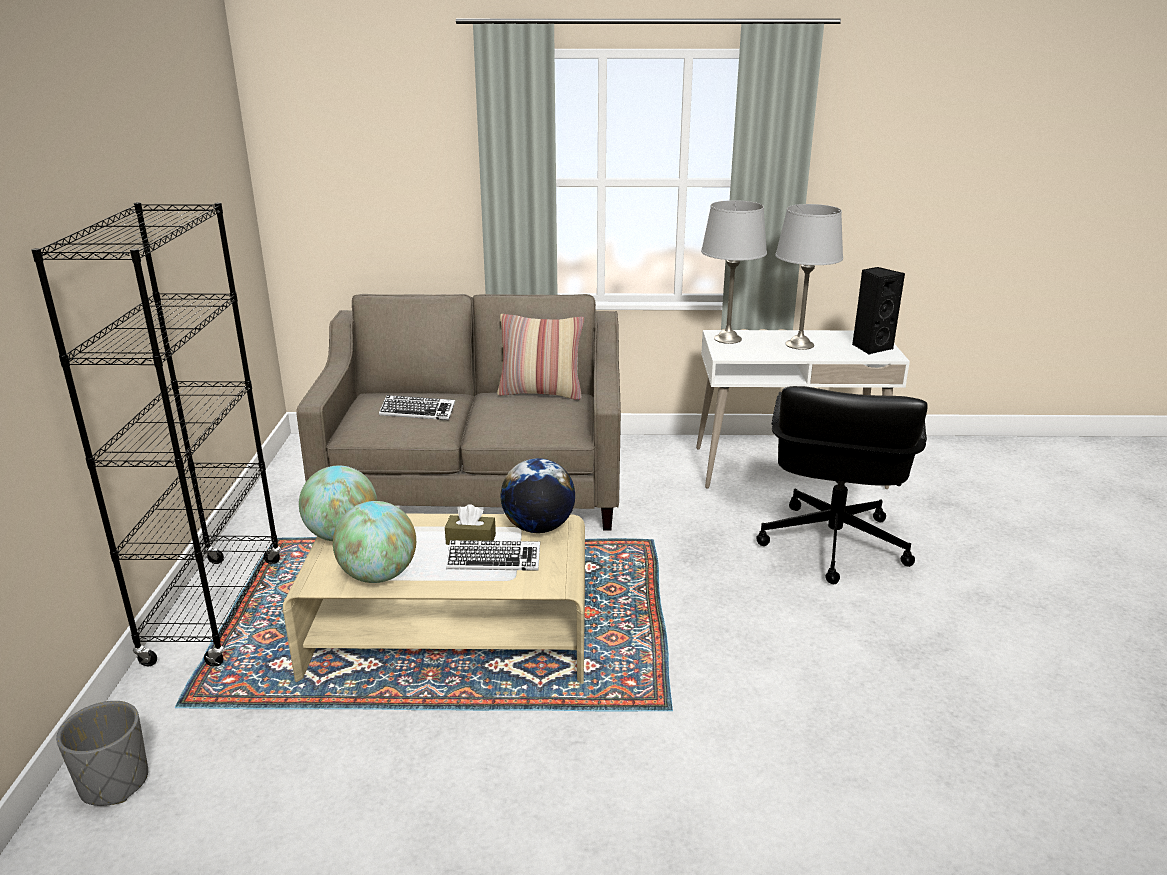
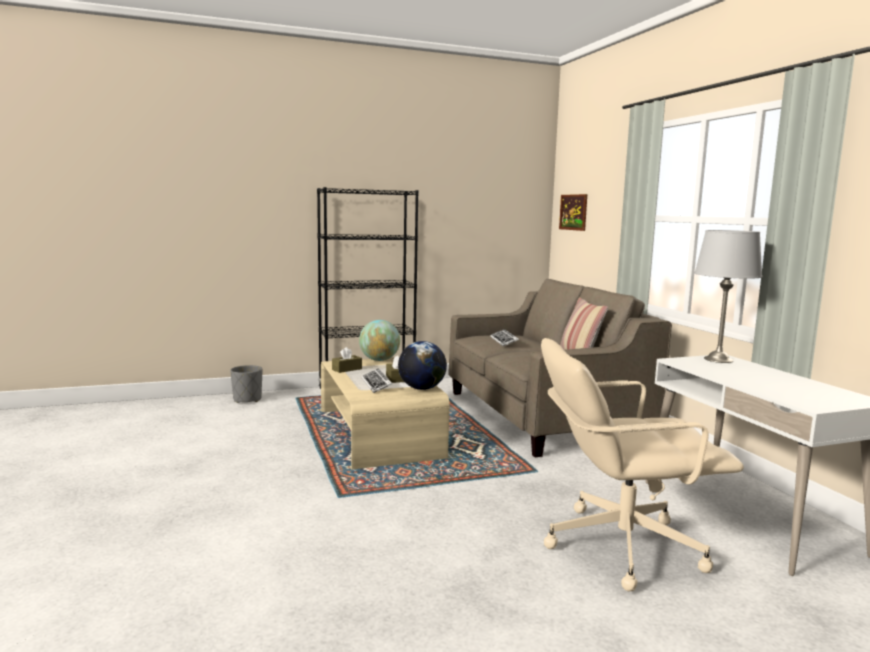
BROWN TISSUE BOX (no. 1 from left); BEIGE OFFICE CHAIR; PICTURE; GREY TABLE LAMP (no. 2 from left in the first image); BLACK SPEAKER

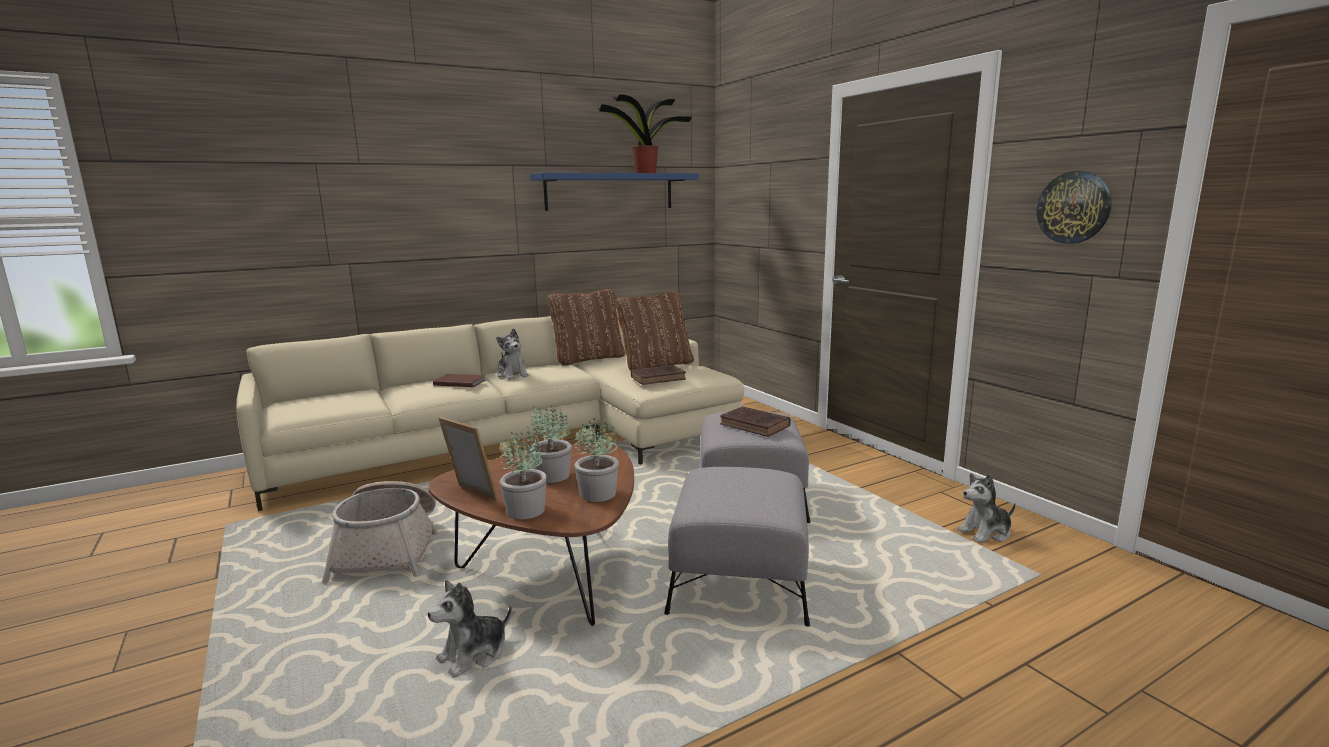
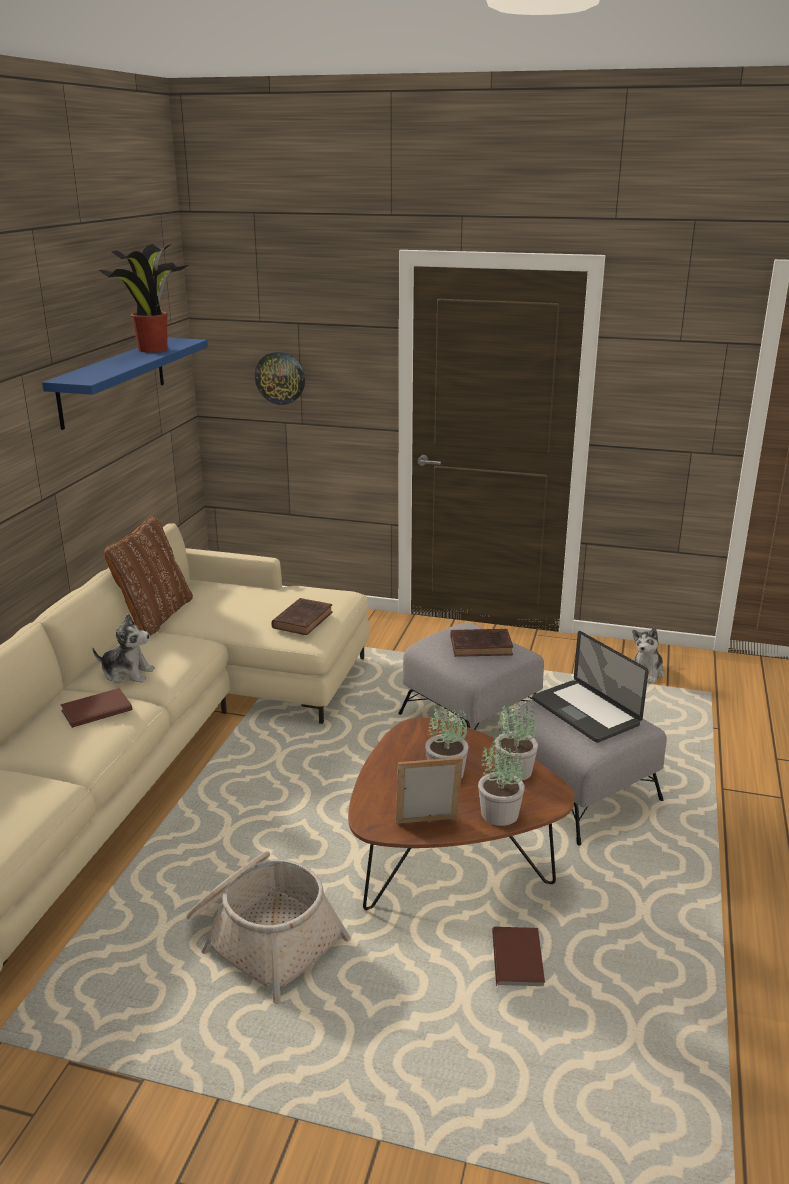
WALL CLOCK; BROWN BOOK (no. 4 from left); LAPTOP; BROWN PILLOW (no. 2 from left in the first image)

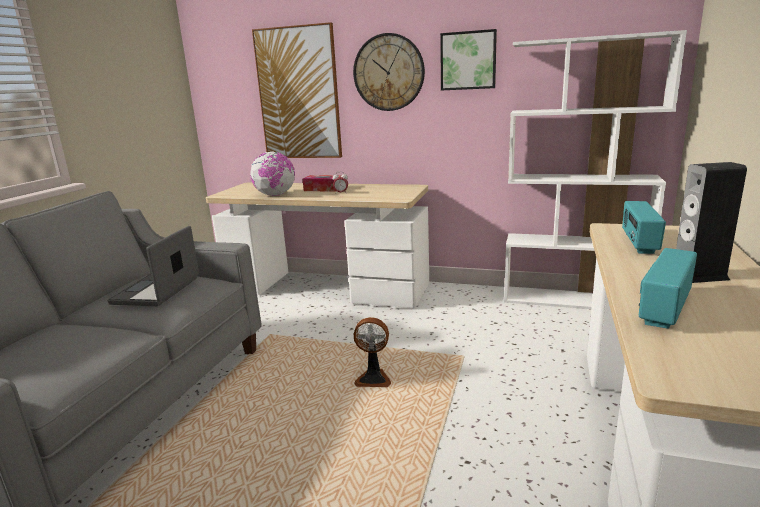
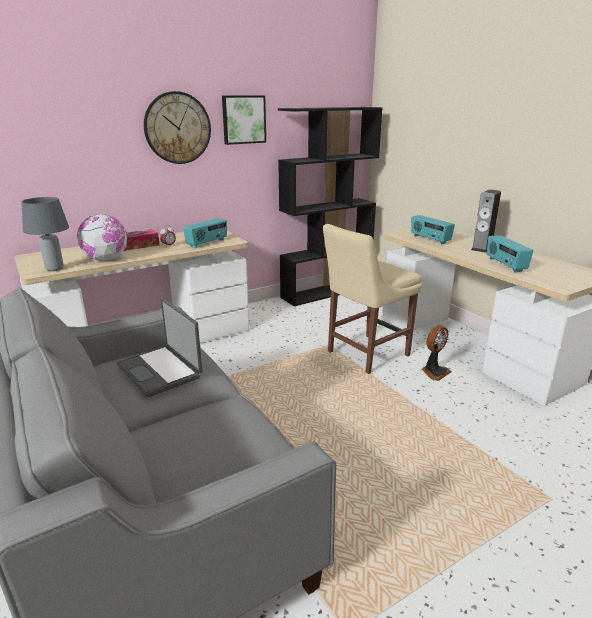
GREY TABLE LAMP; RADIO (no. 1 from left); BLACK BOOKCASE; BEIGE CHAIR; FAN; PICTURE (no. 1 from left in the first image)

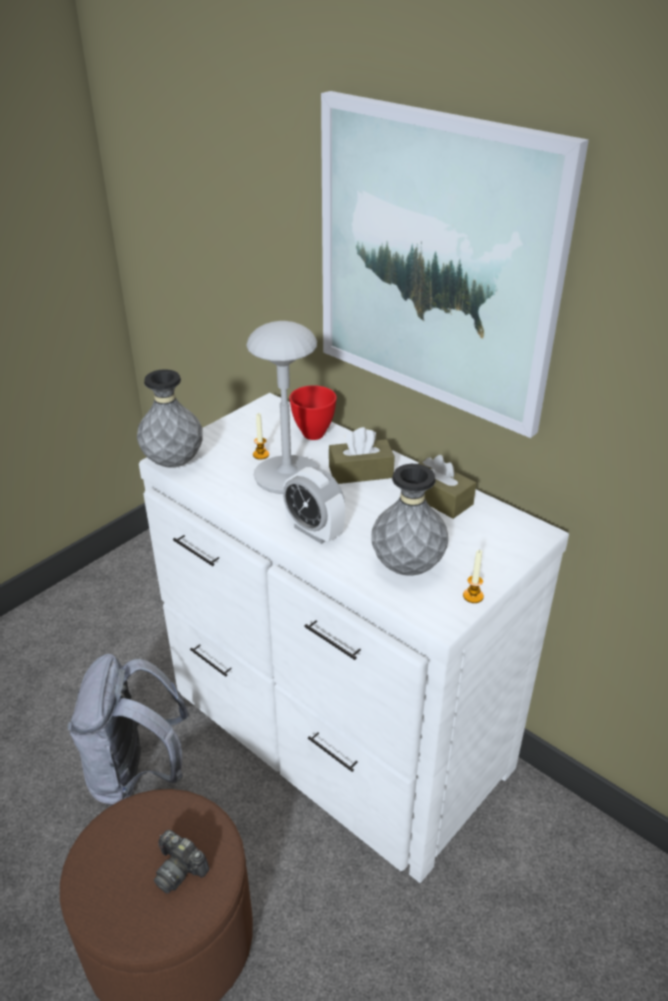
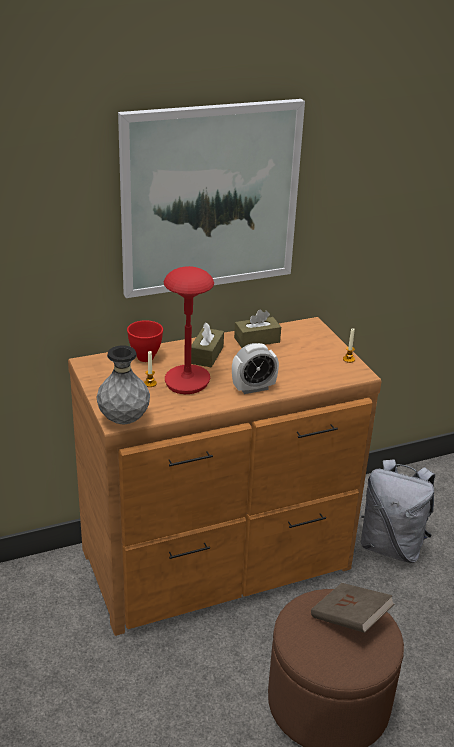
BROWN DRESSER; RED TABLE LAMP; BROWN BOOK; GREY BACKPACK; GREY VASE (no. 2 from left in the first image)

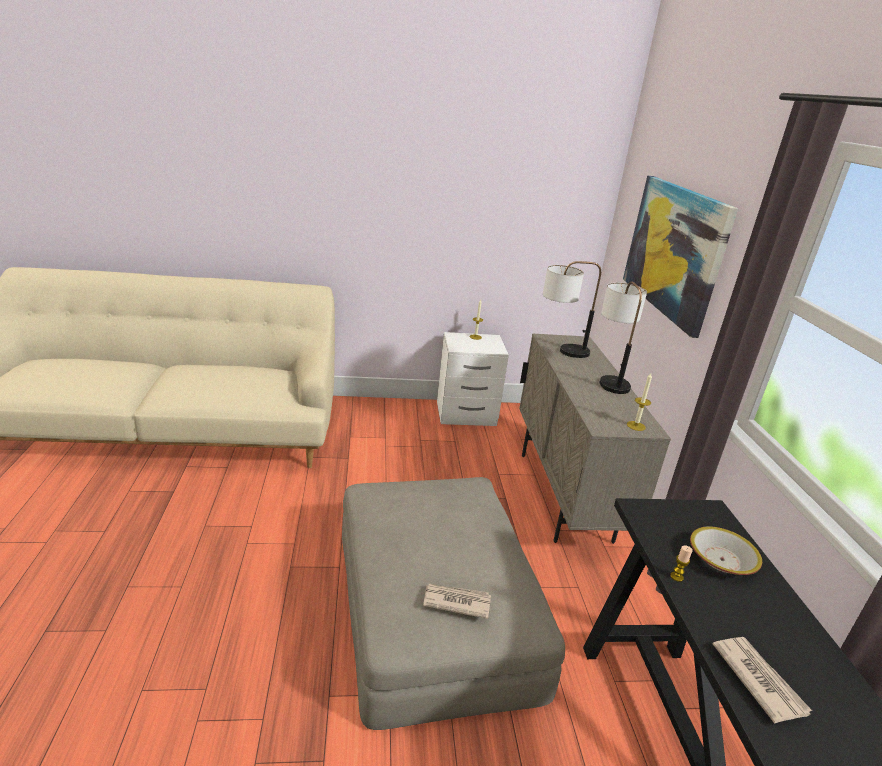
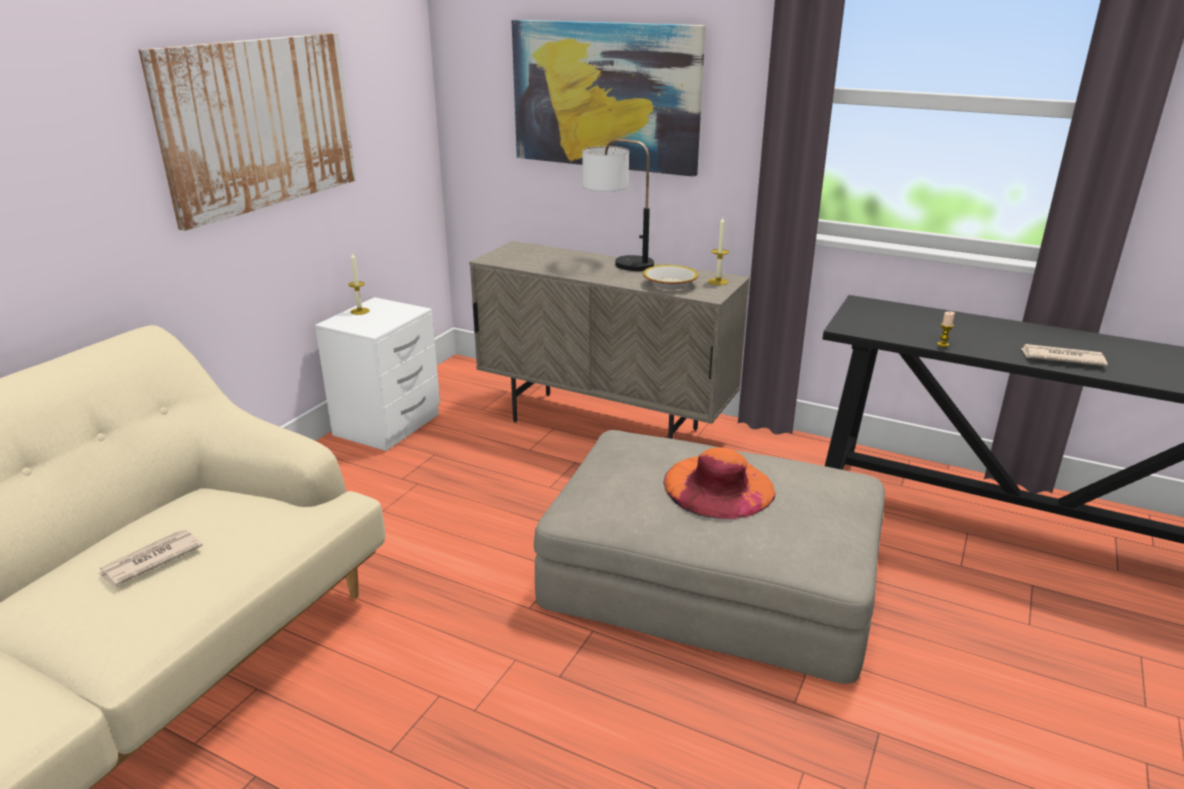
NEWSPAPER (no. 1 from left); PICTURE (no. 1 from left); BOWL; ORANGE HAT; TABLE LAMP (no. 1 from left in the first image)

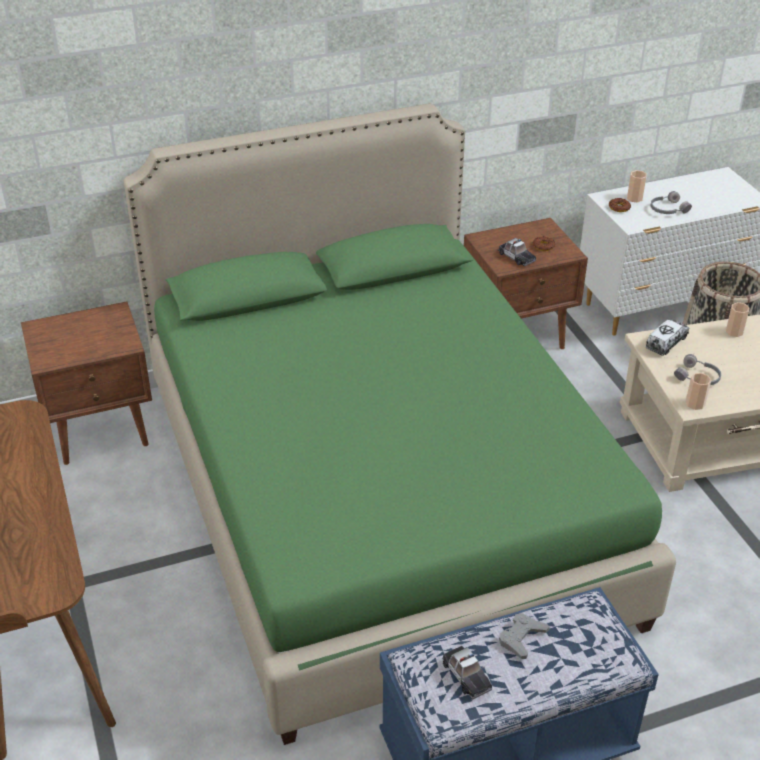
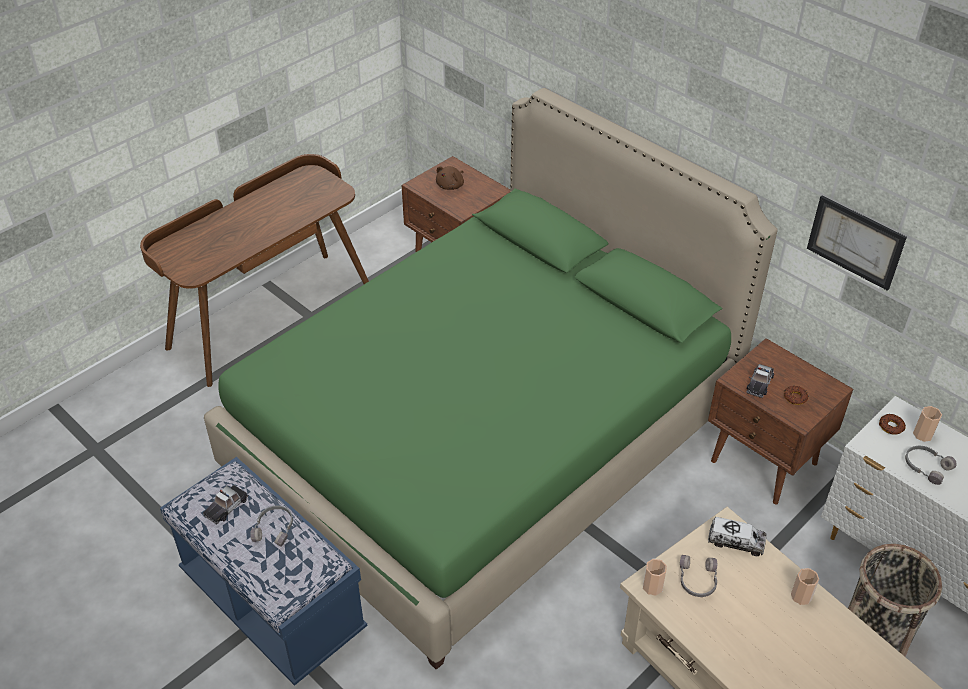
GREY HEADPHONES (no. 1 from left); BROWN PLUSH TOY; PICTURE

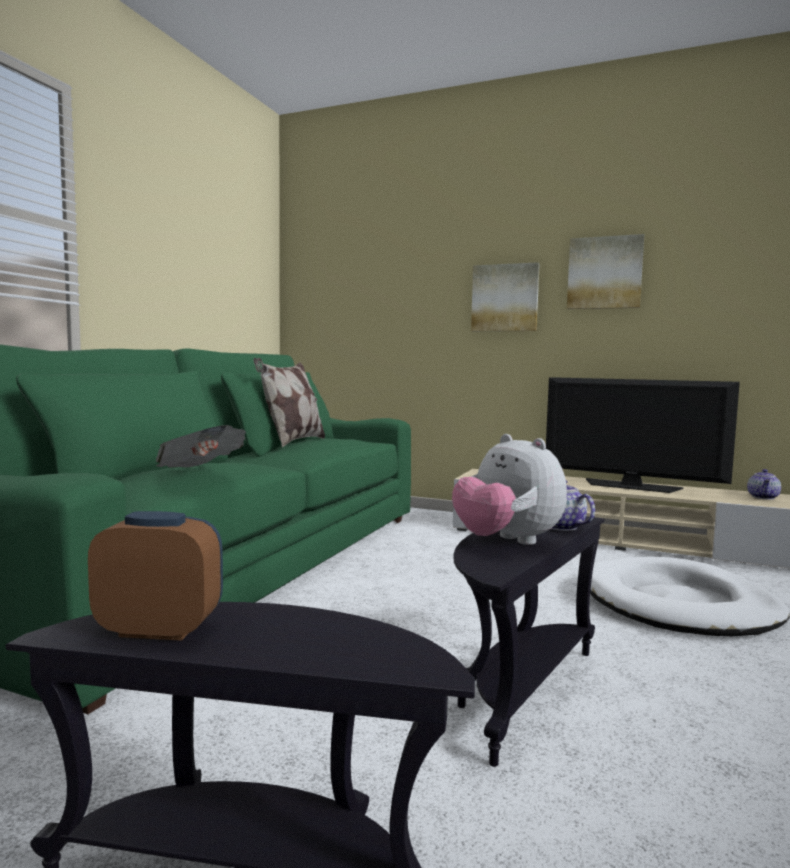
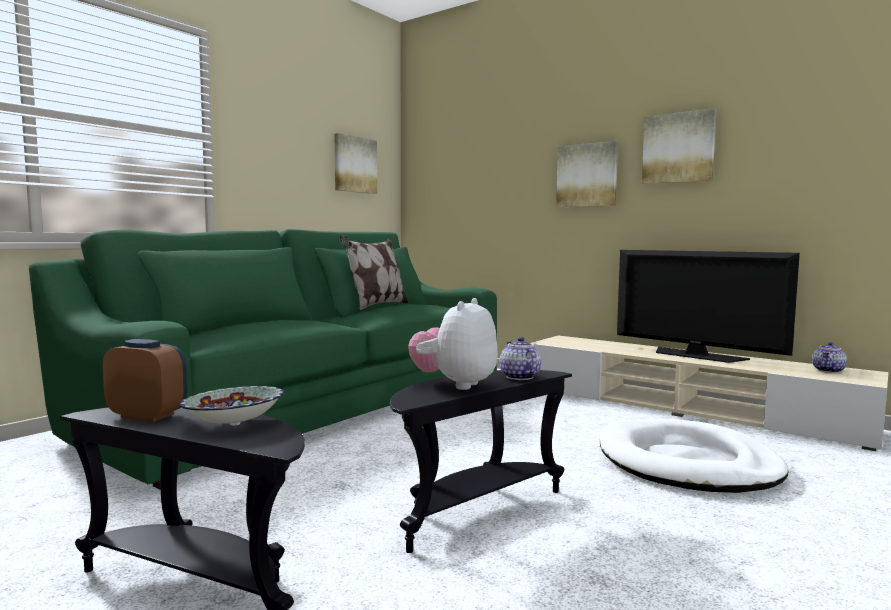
BOWL; PICTURE (no. 1 from left); PLUSH TOY; NEWSPAPER

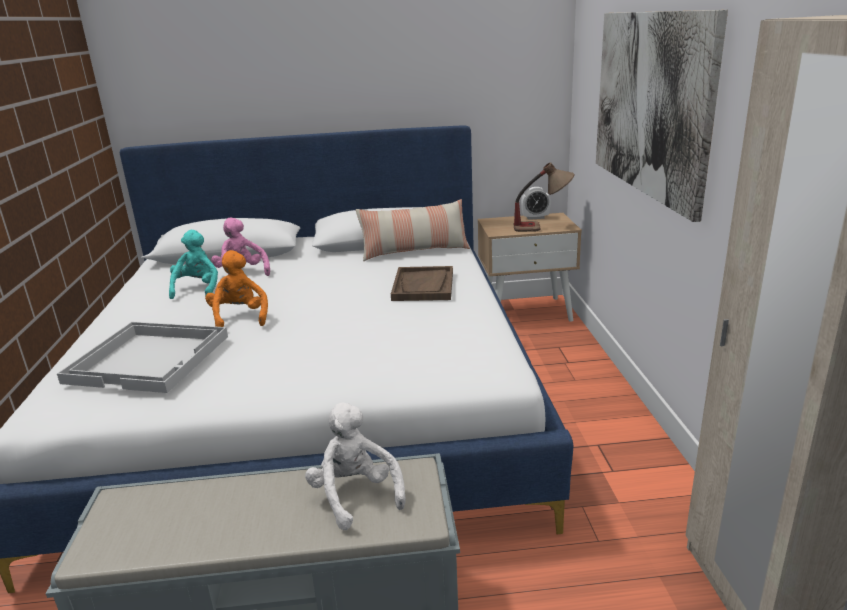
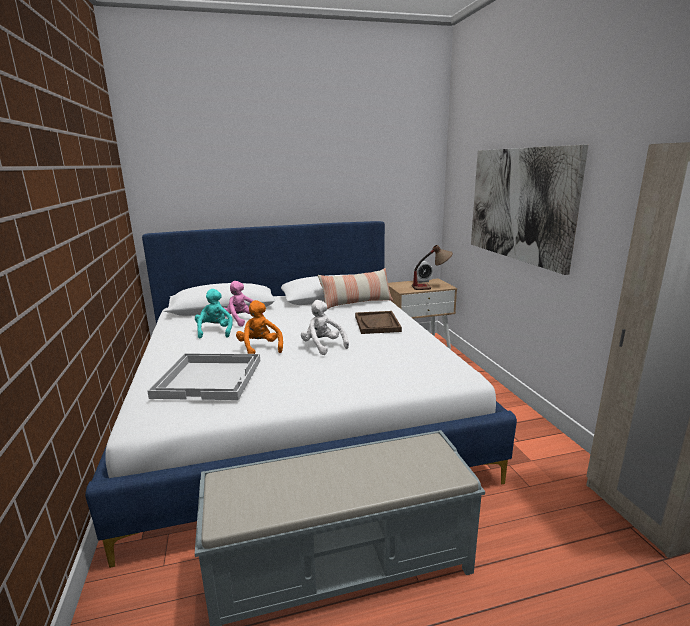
WHITE PLUSH TOY

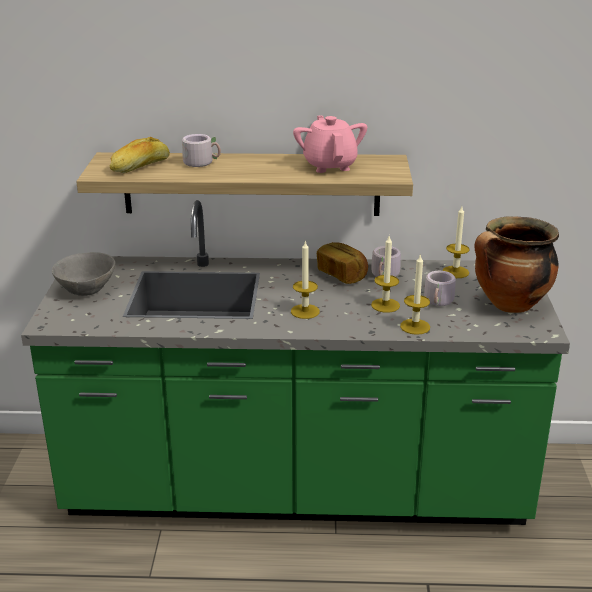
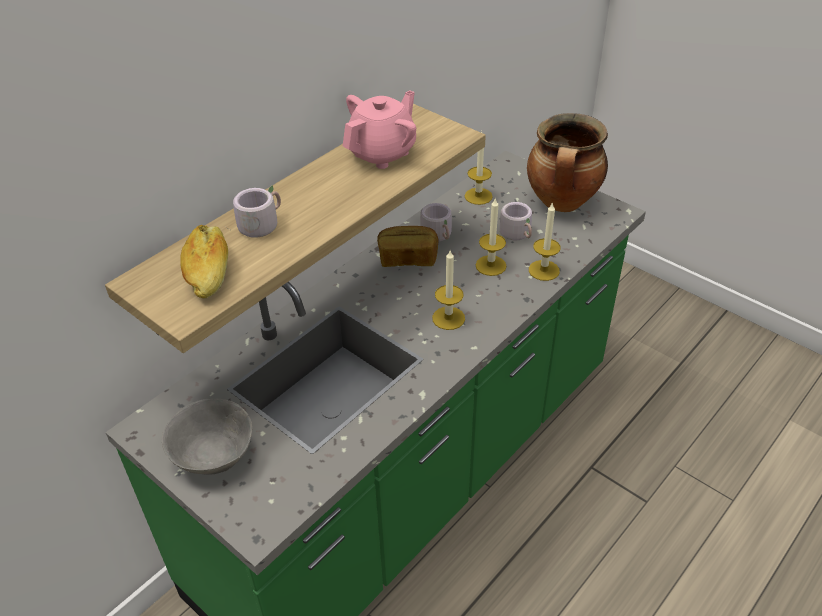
PINK TEAPOT

